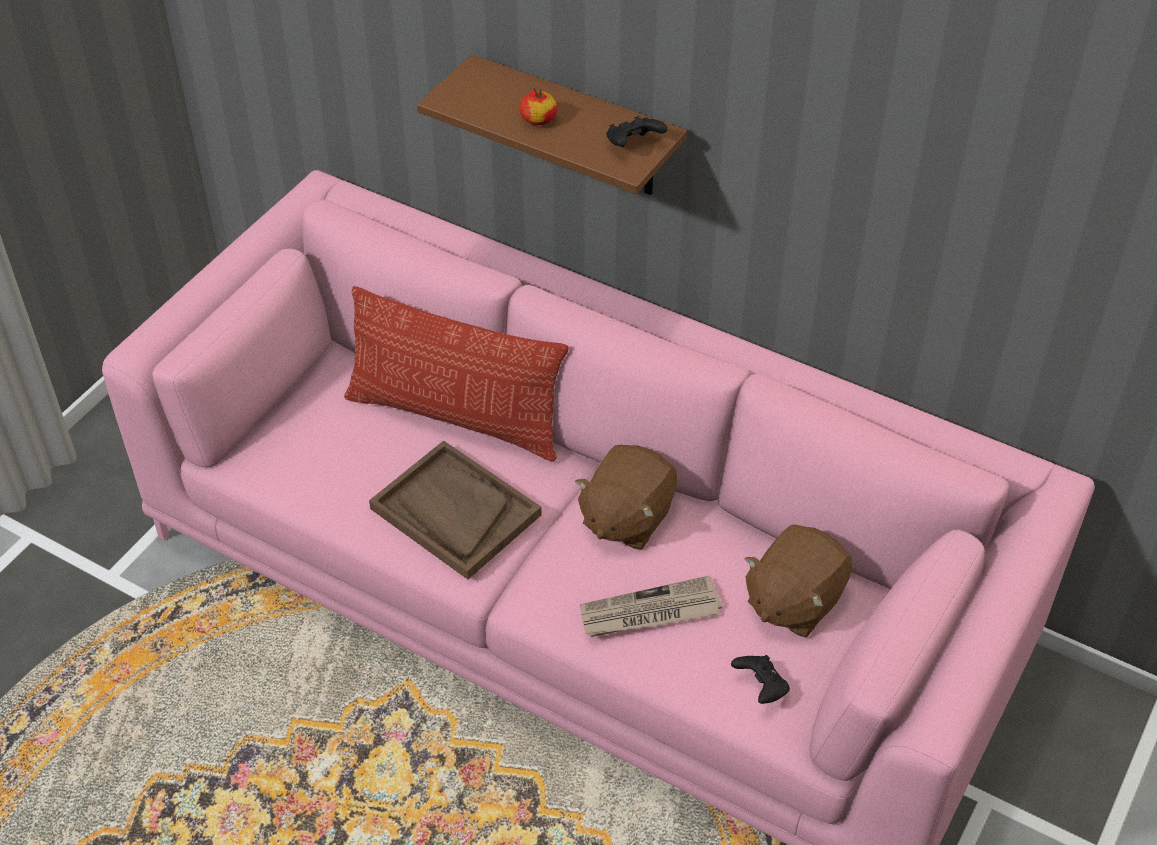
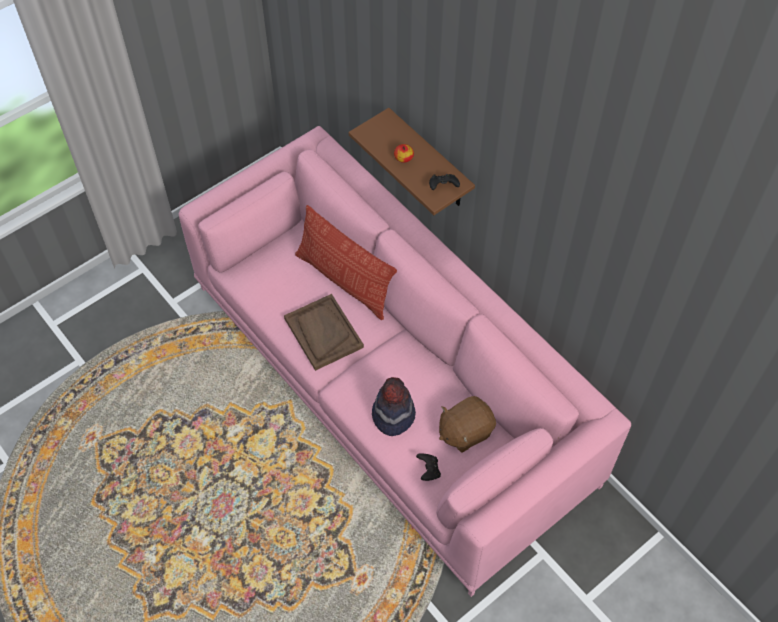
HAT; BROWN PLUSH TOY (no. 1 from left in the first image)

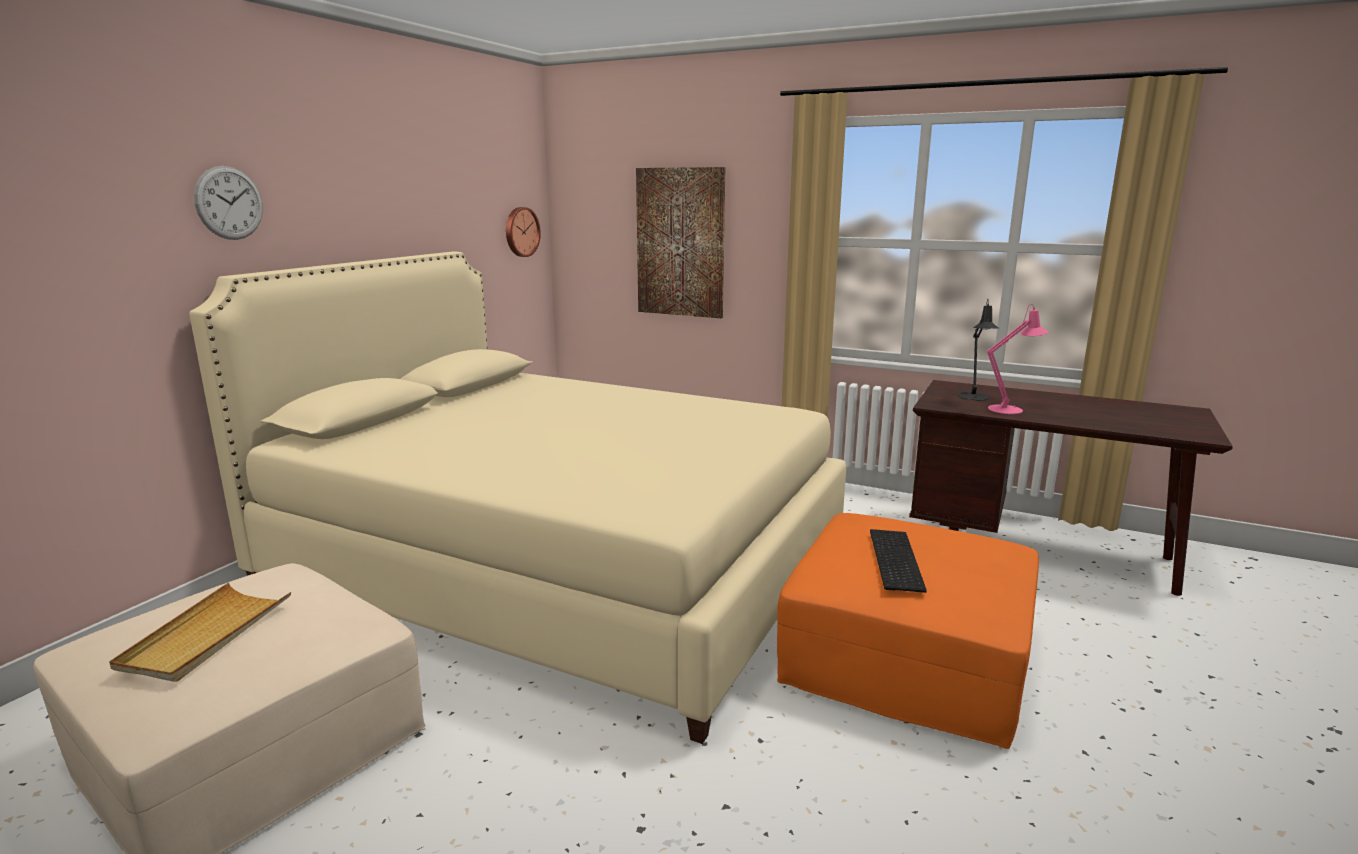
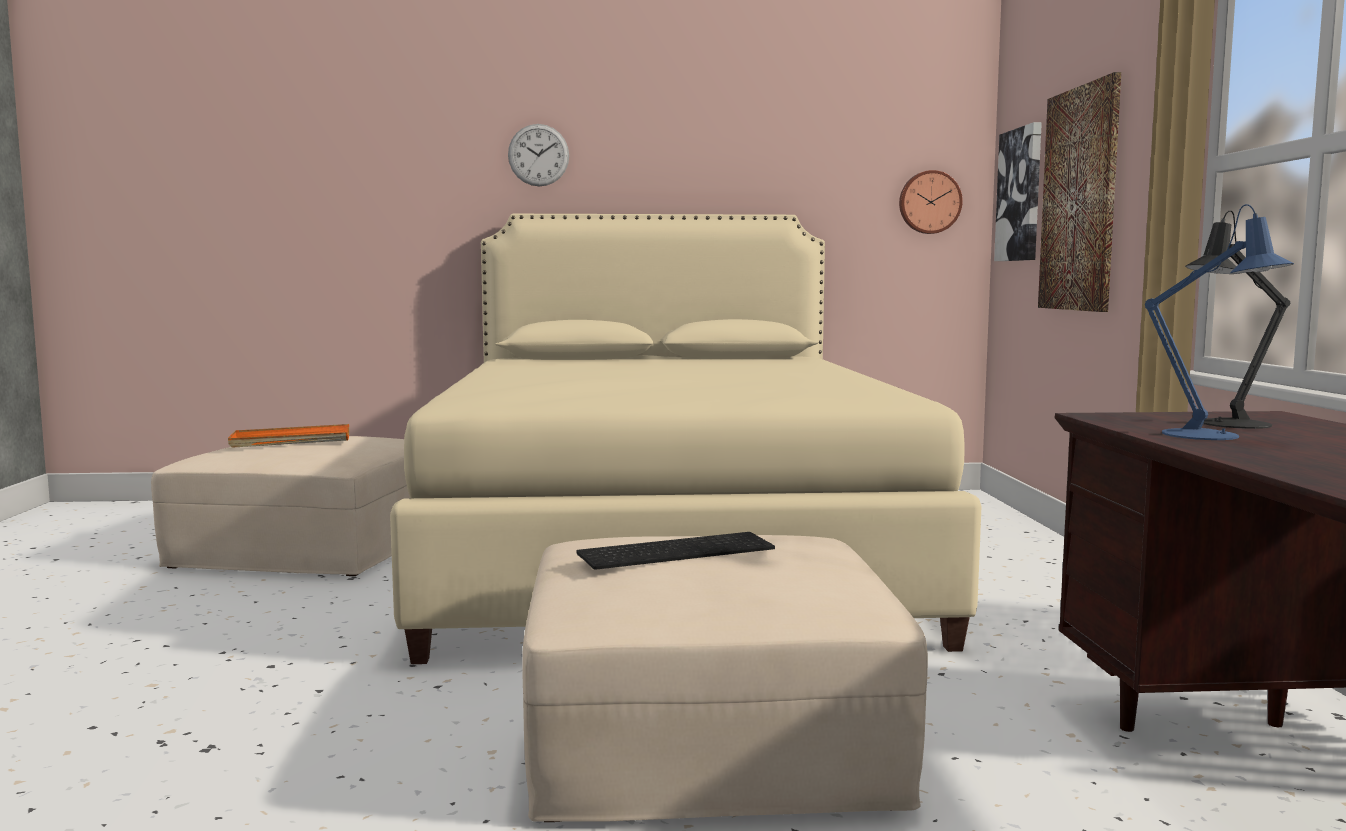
ORANGE TRAY; BEIGE OTTOMAN (no. 2 from left); PICTURE (no. 1 from left); BLUE TABLE LAMP

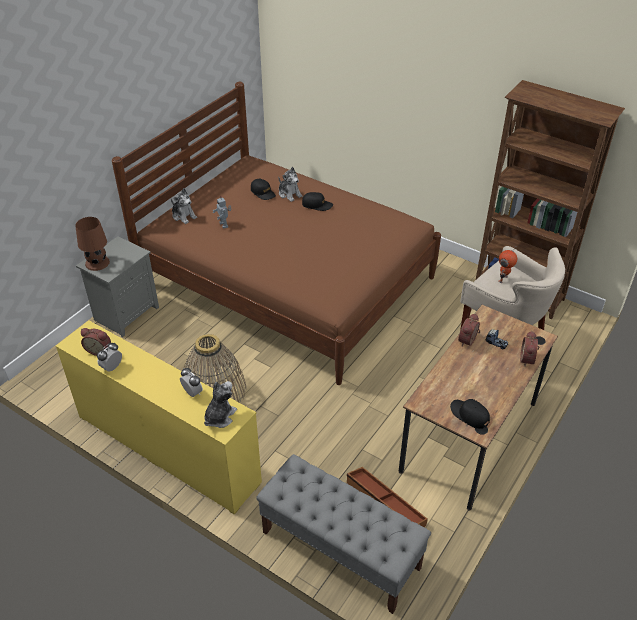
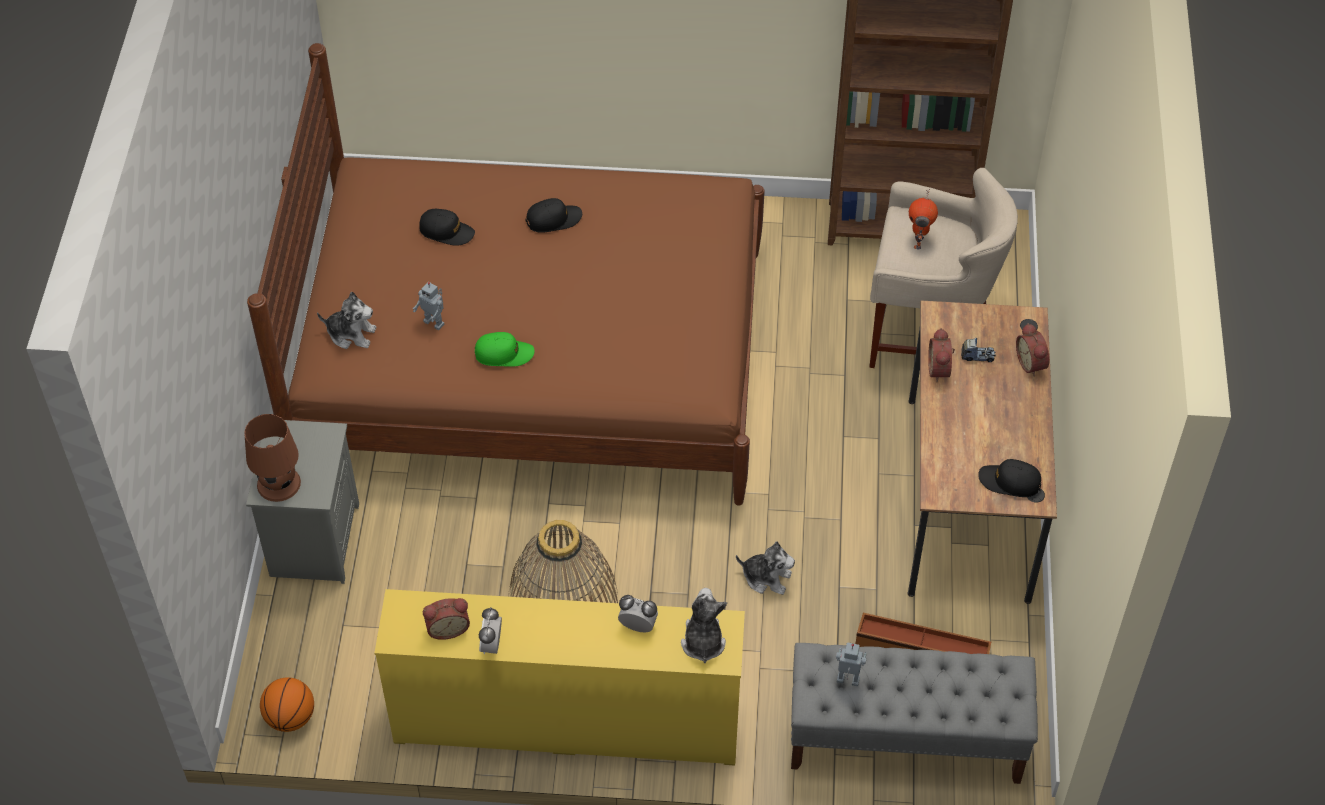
BASKETBALL; GREEN CAP; PLUSH TOY (no. 3 from left); TOY ROBOT (no. 2 from left)

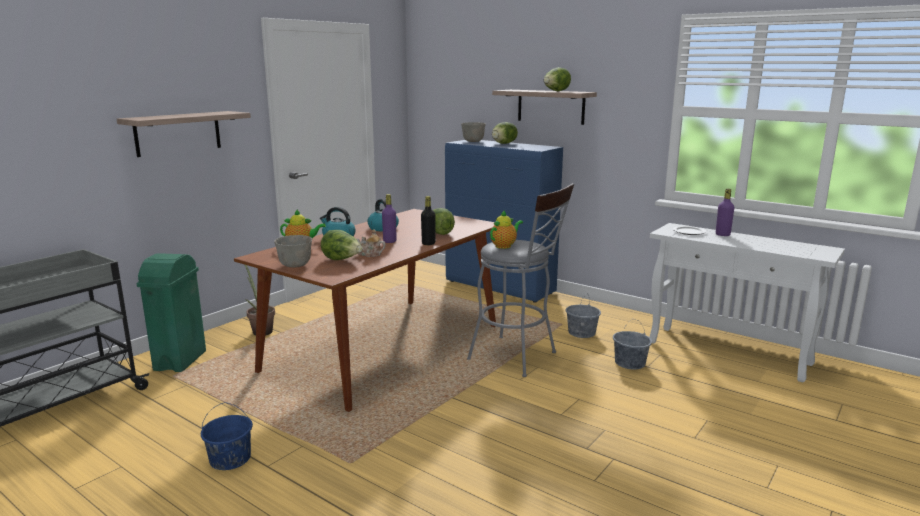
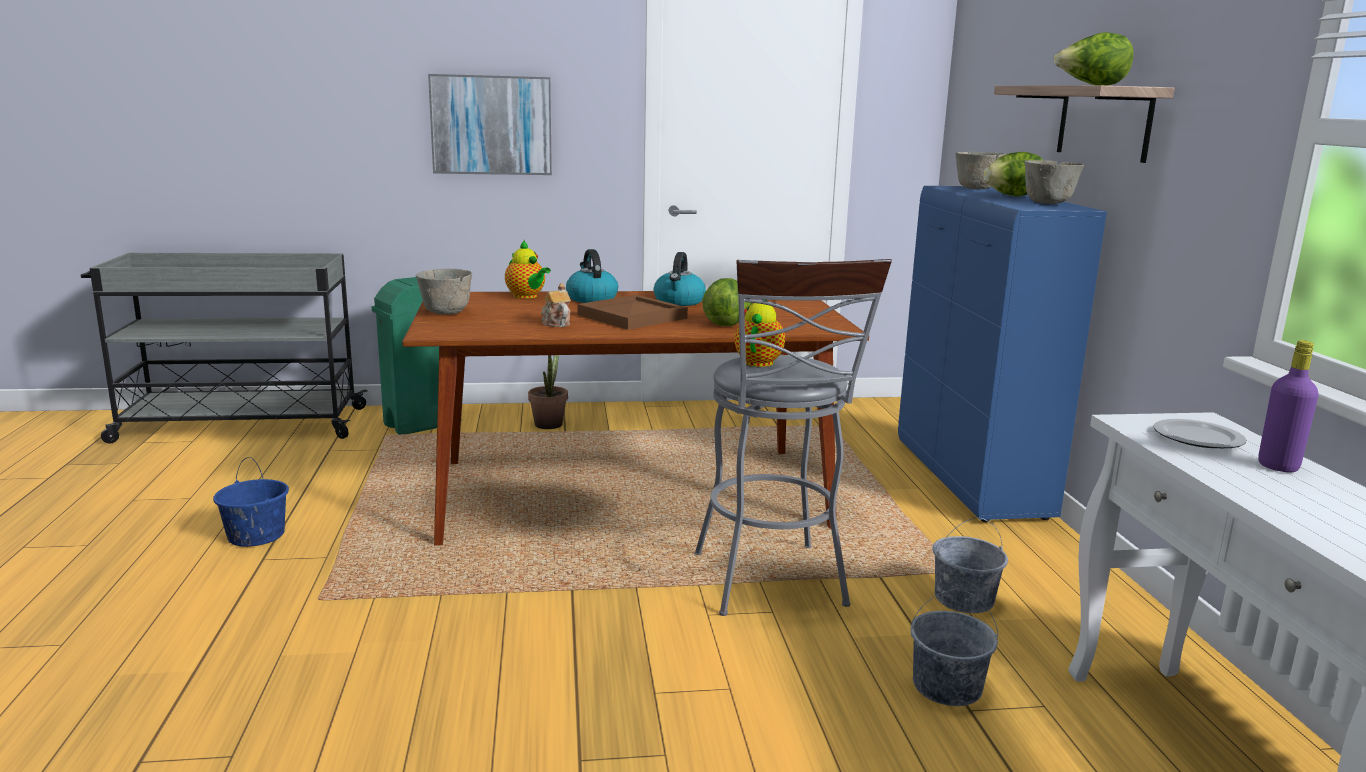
PICTURE; BROWN TRAY; TEAPOT (no. 3 from left); GREY BOWL (no. 3 from left); LETTUCE (no. 1 from left in the first image); BLACK BOTTLE

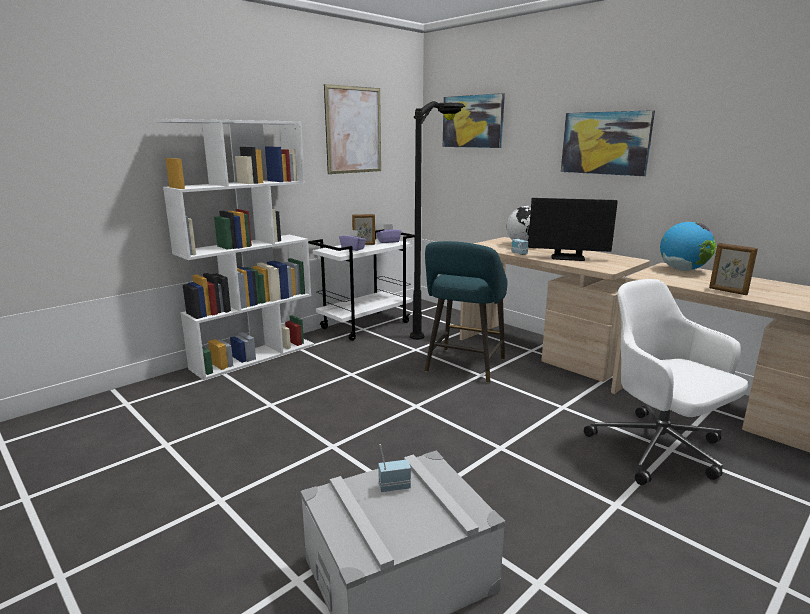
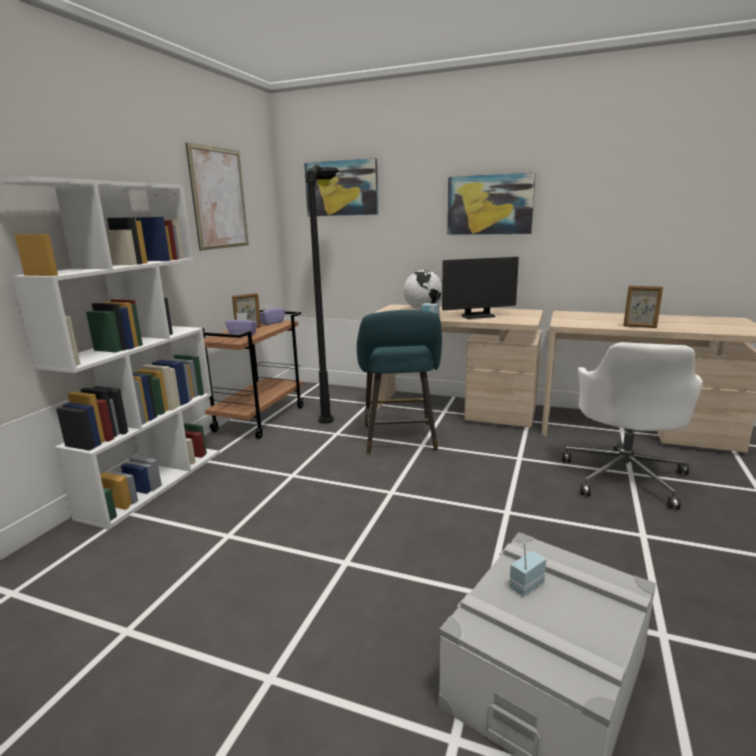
BROWN CART; WHITE OFFICE CHAIR; GLOBE (no. 2 from left in the first image)

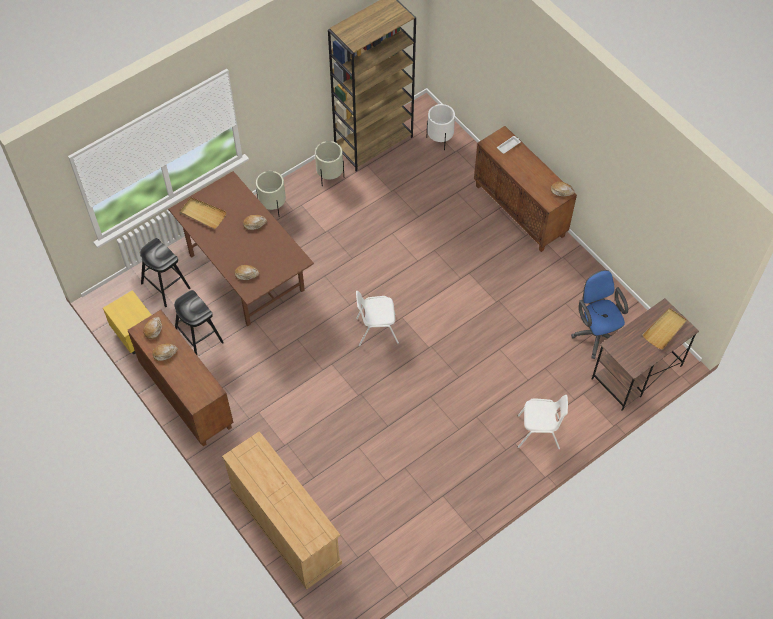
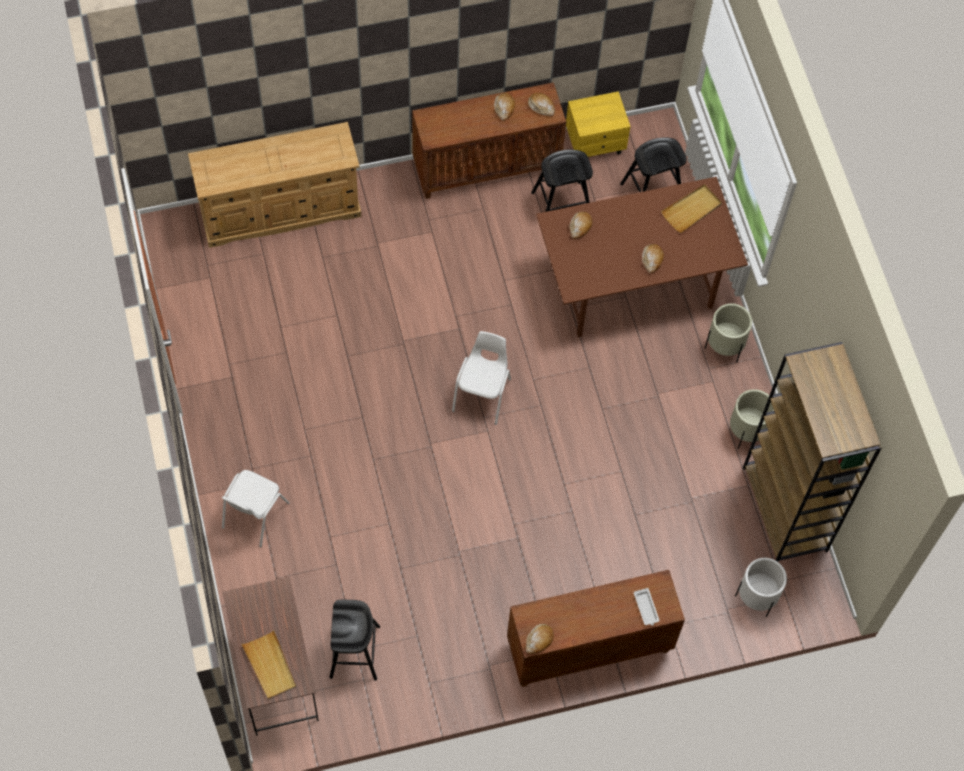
BLACK STOOL (no. 1 from left)

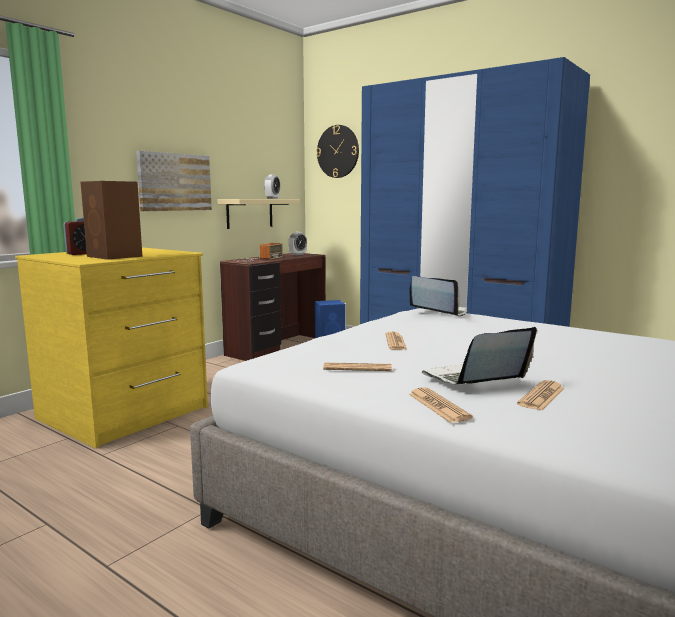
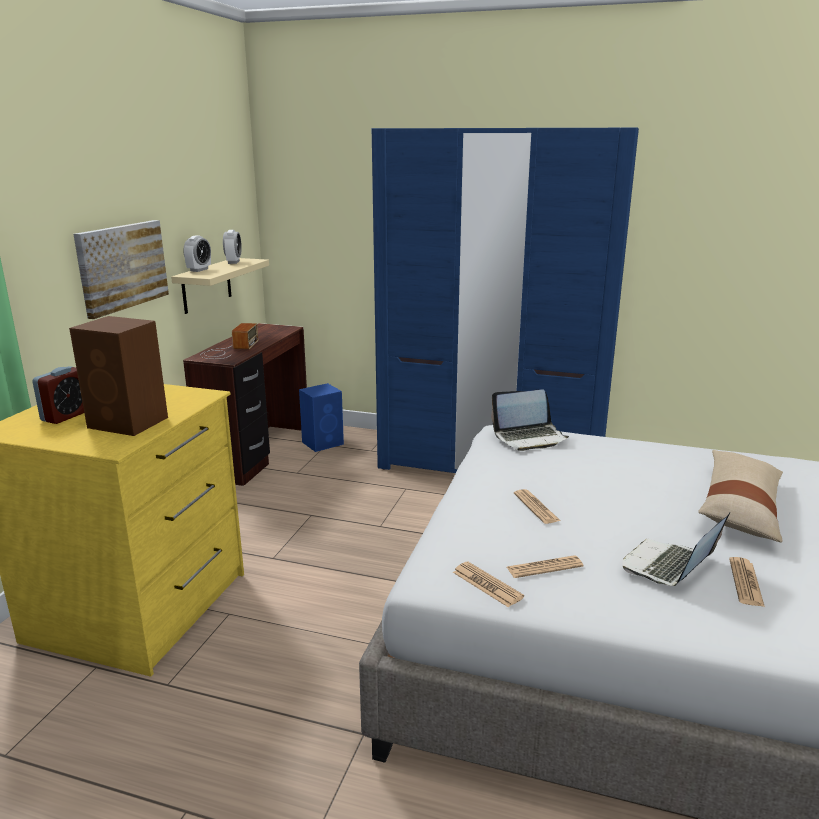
ALARM CLOCK (no. 2 from left); NEWSPAPER (no. 1 from left); LAPTOP (no. 1 from left); BEIGE PILLOW; WALL CLOCK

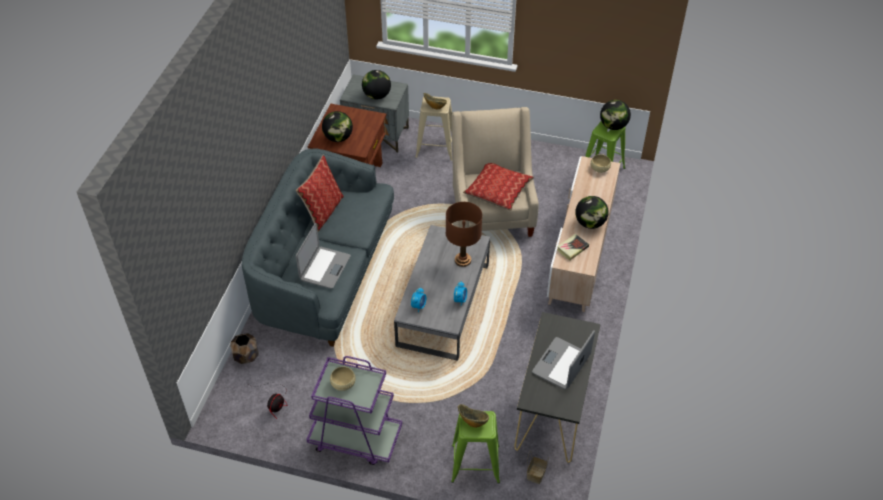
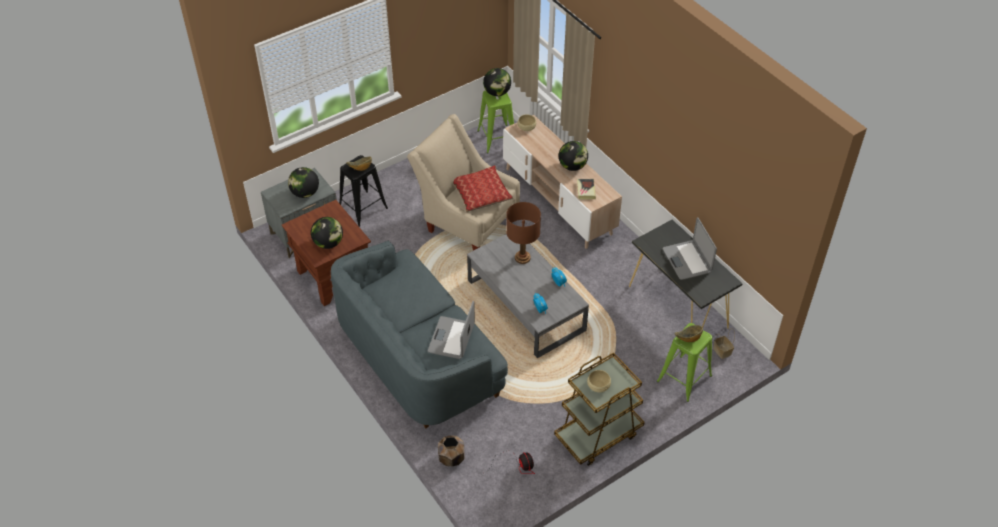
BLACK STOOL; LAPTOP (no. 1 from left); BROWN CART; PILLOW (no. 1 from left in the first image)

